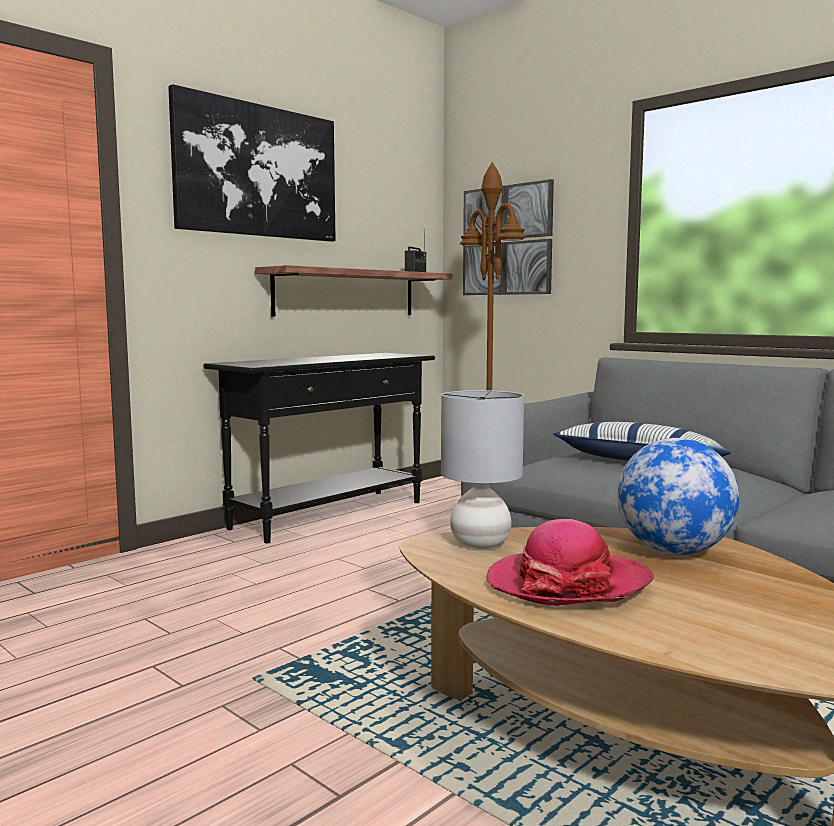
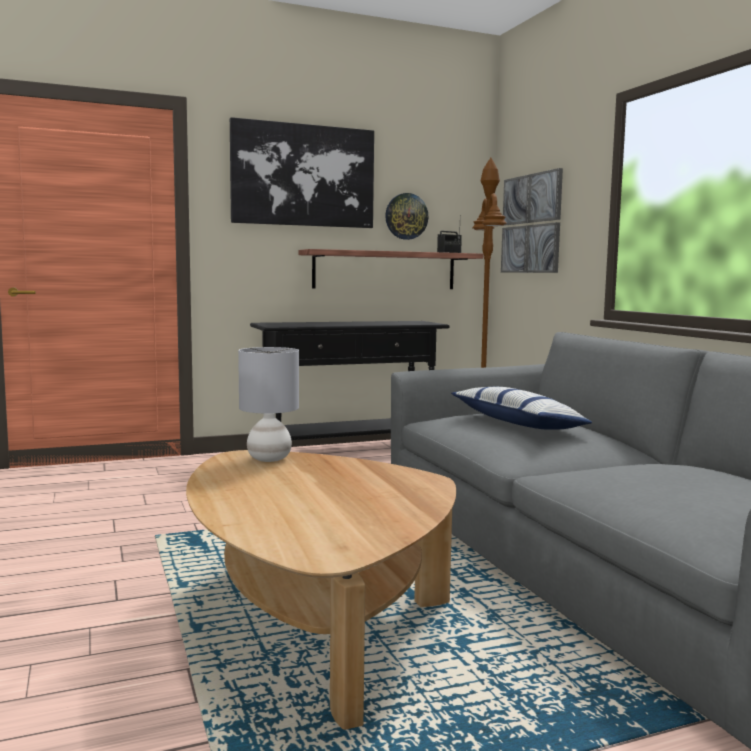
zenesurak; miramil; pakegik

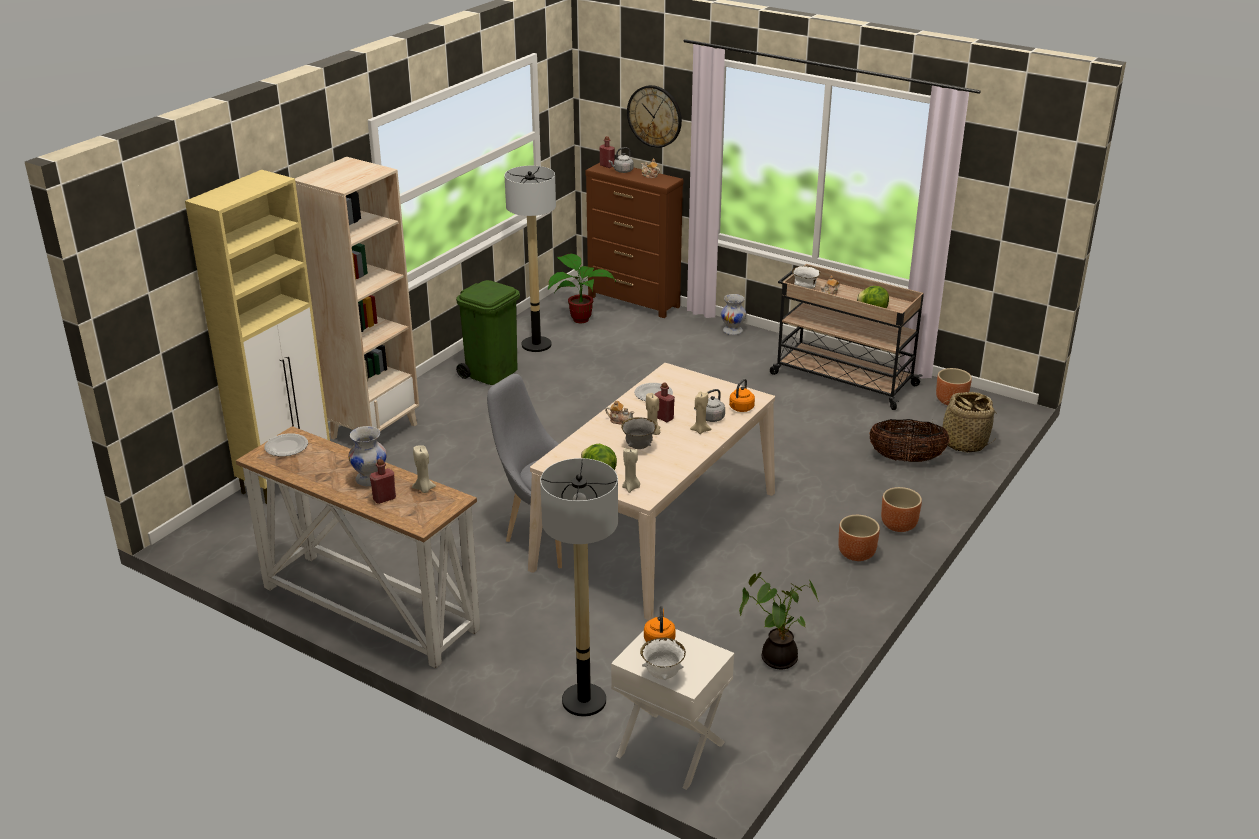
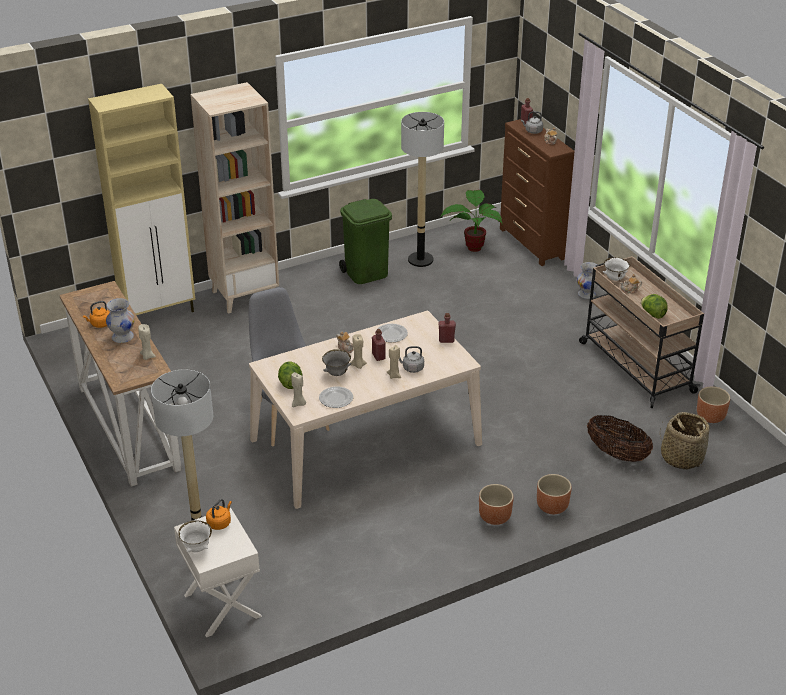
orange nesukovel (1st from left); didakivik (1st from left); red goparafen (2nd from left); zenesurak; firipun (2nd from left in the first image)

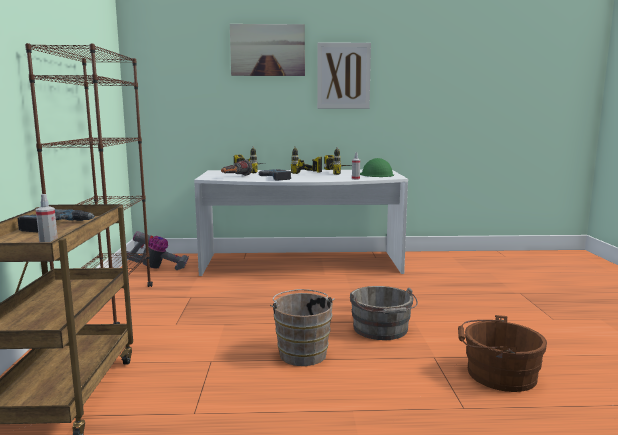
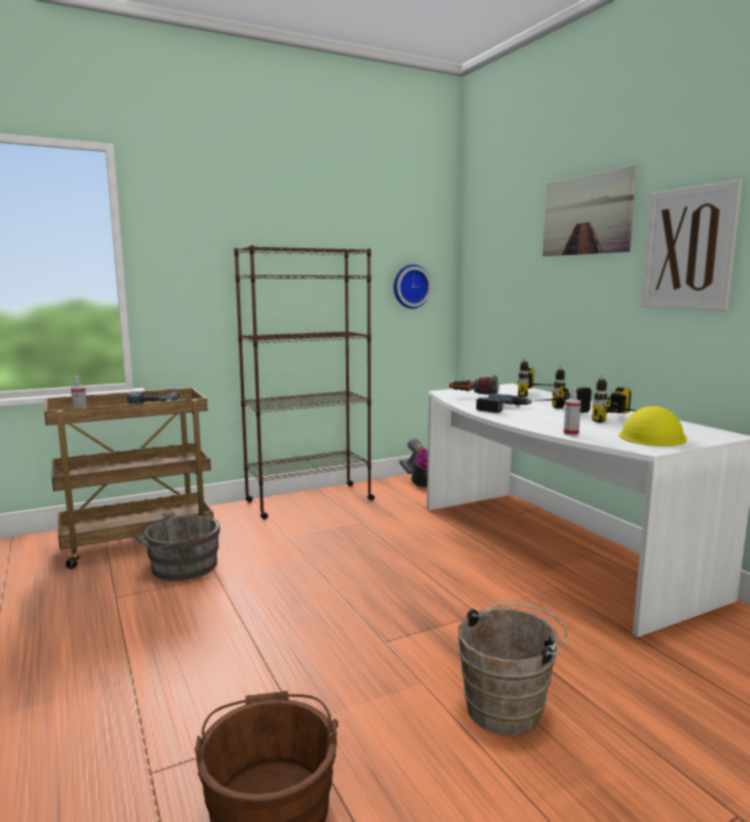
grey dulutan; zenesurak; brown dulutan (2nd from left); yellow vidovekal

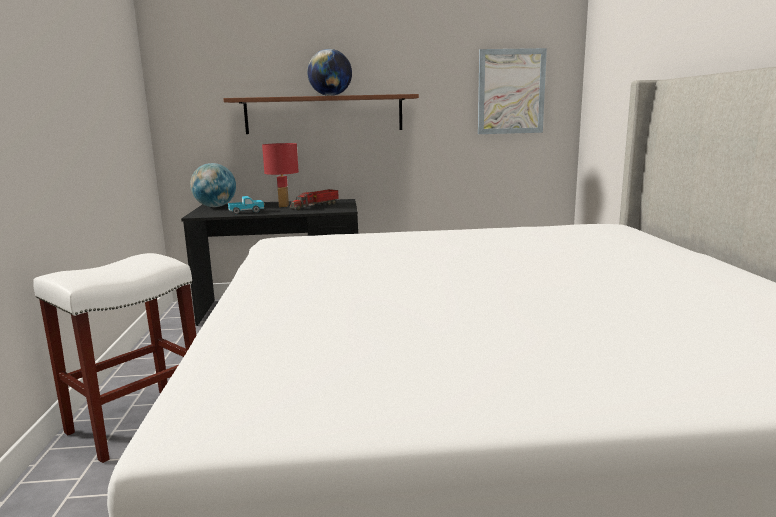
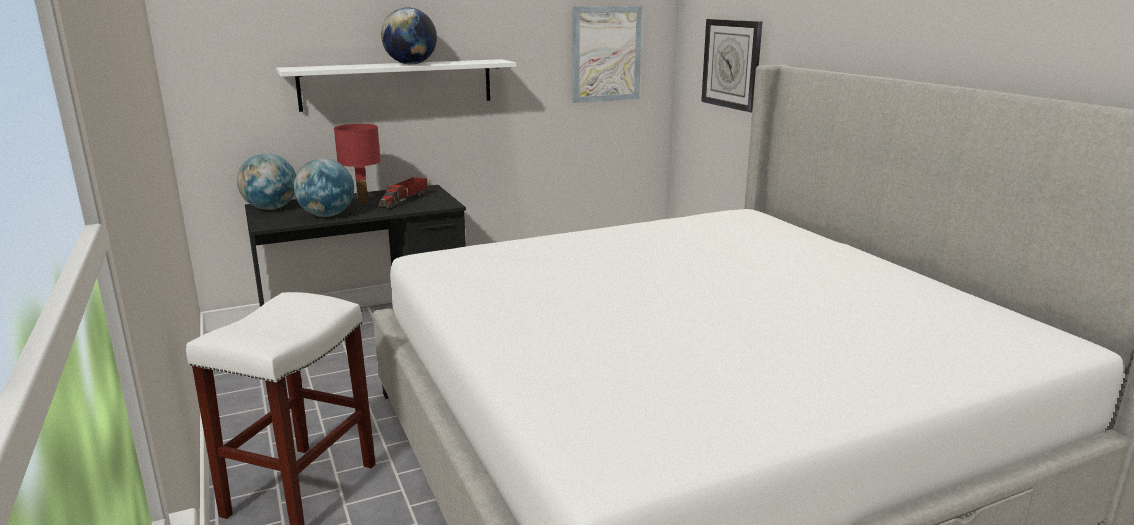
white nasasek; pakegik (2nd from left); zenesurak

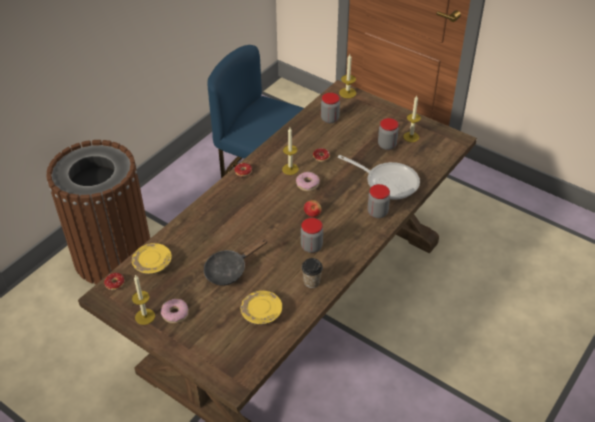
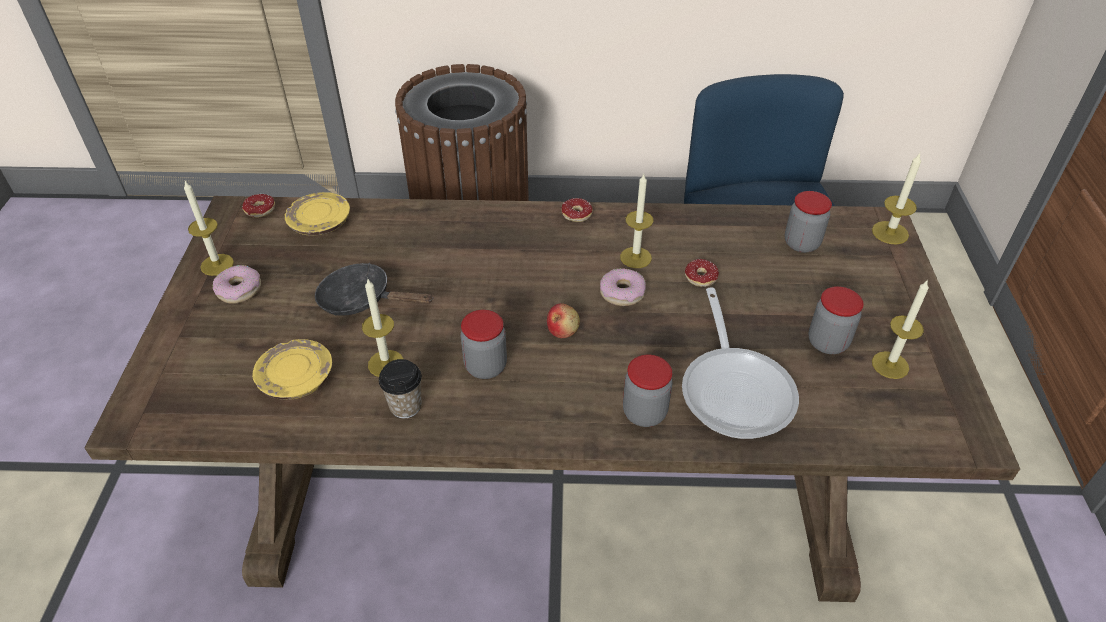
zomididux (2nd from left)

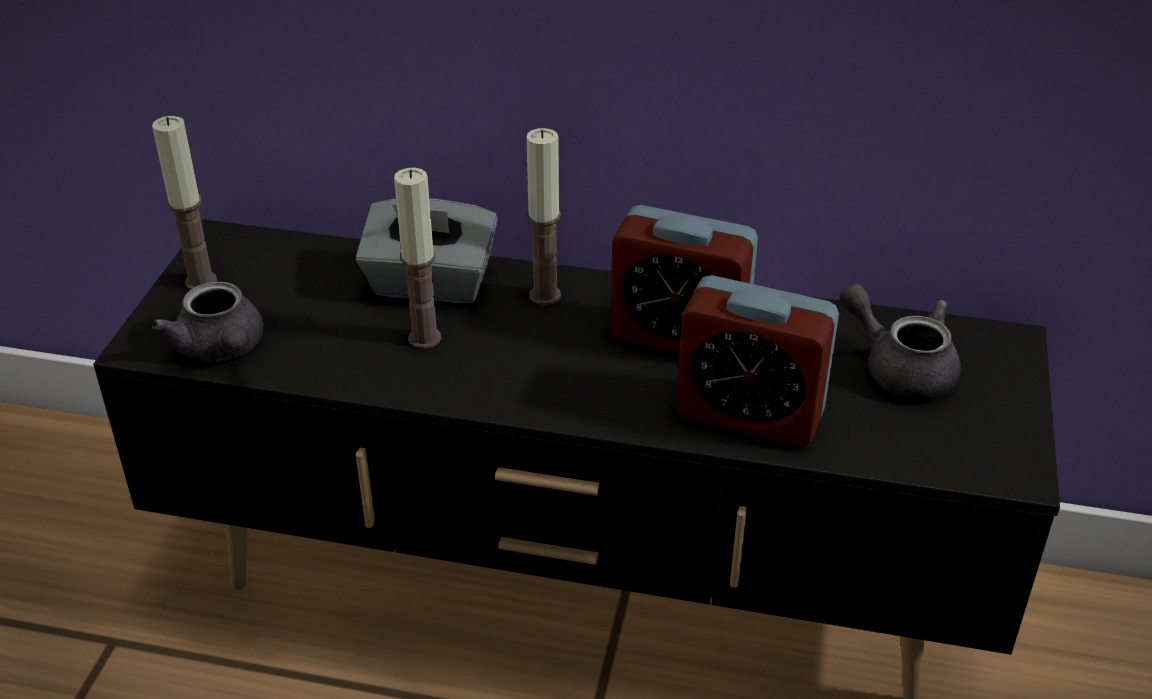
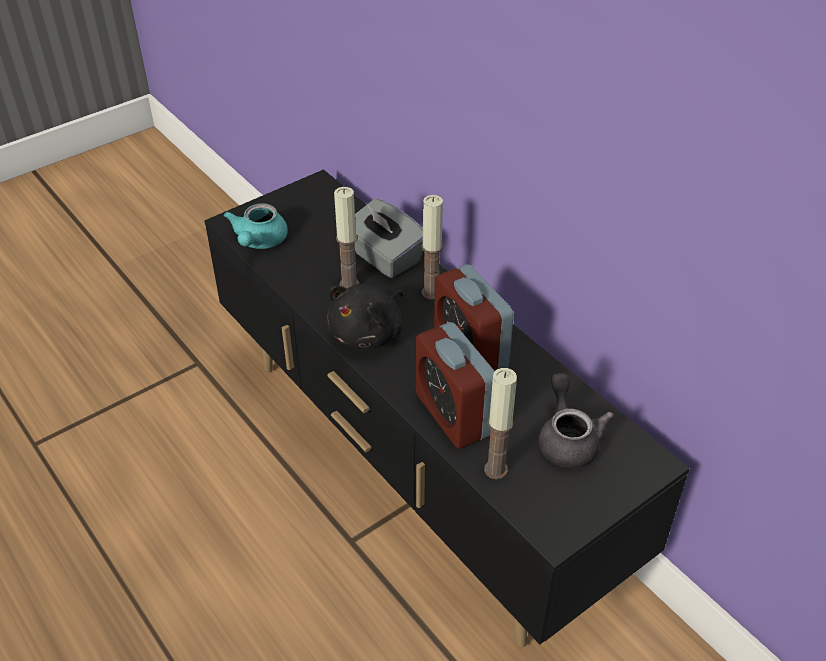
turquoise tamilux; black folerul; zomididux (3rd from left)

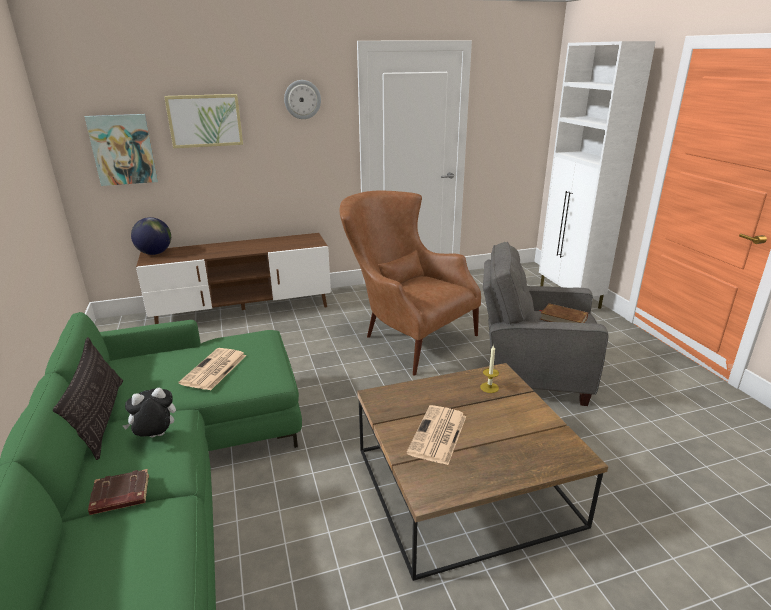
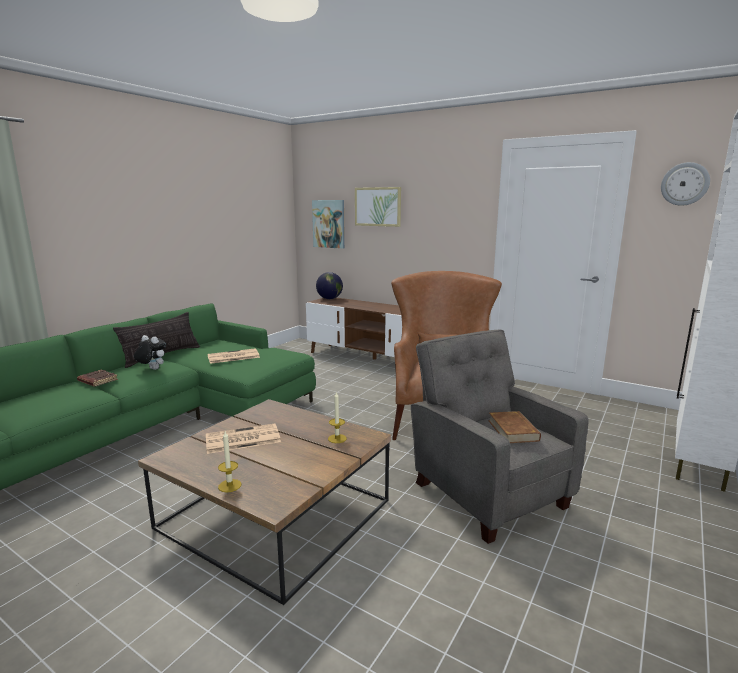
zomididux (1st from left); zenesurak

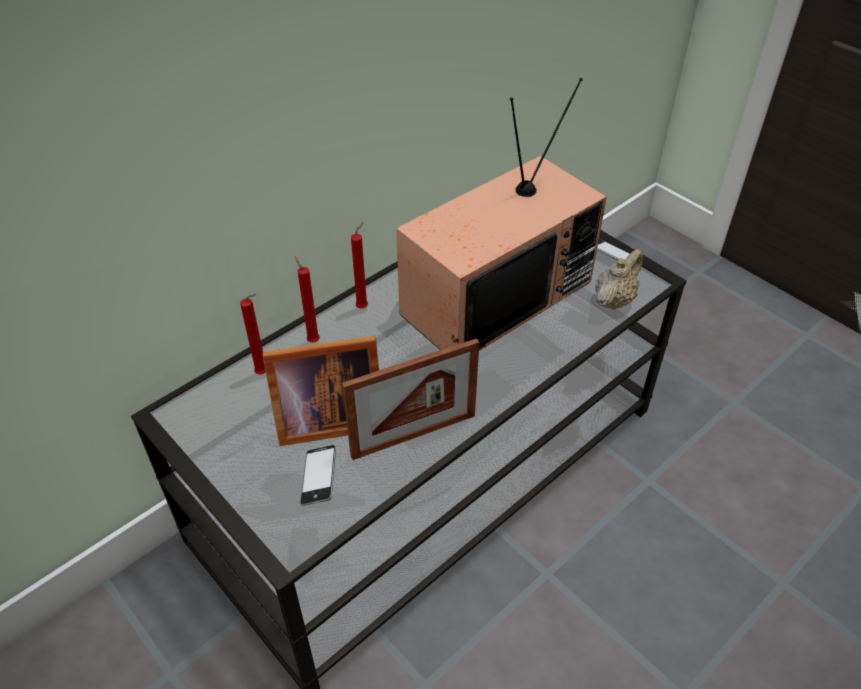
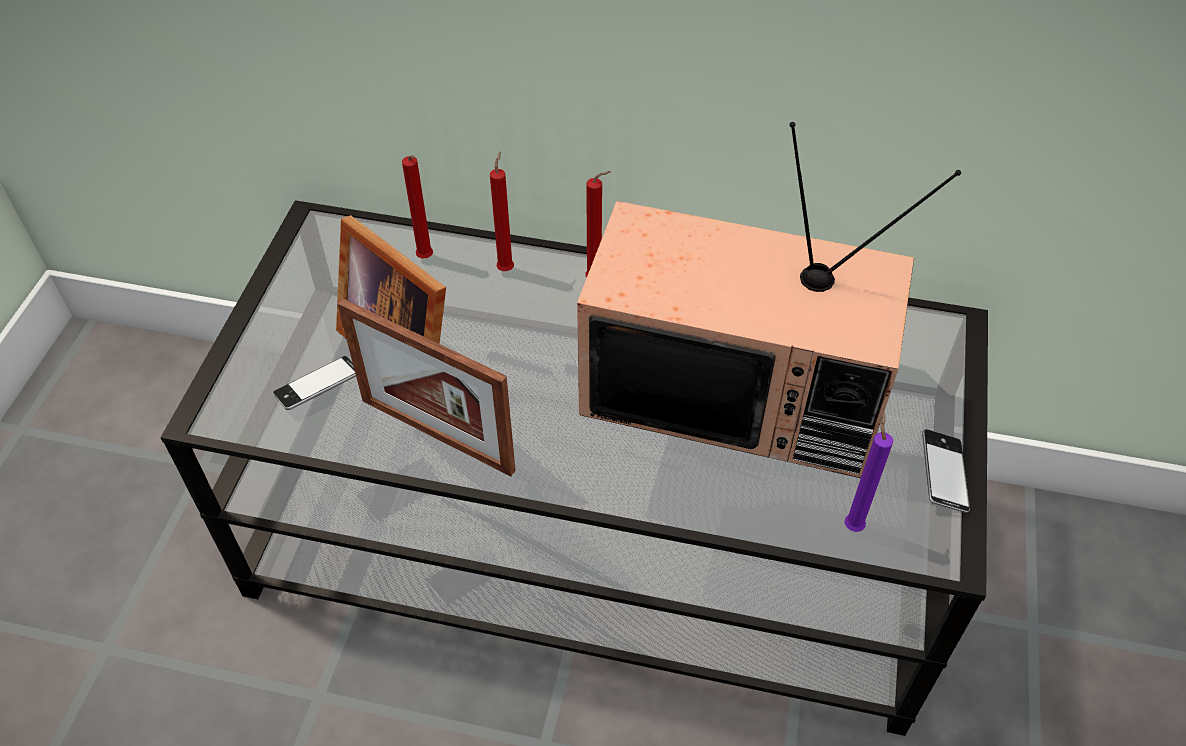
purple zomididux

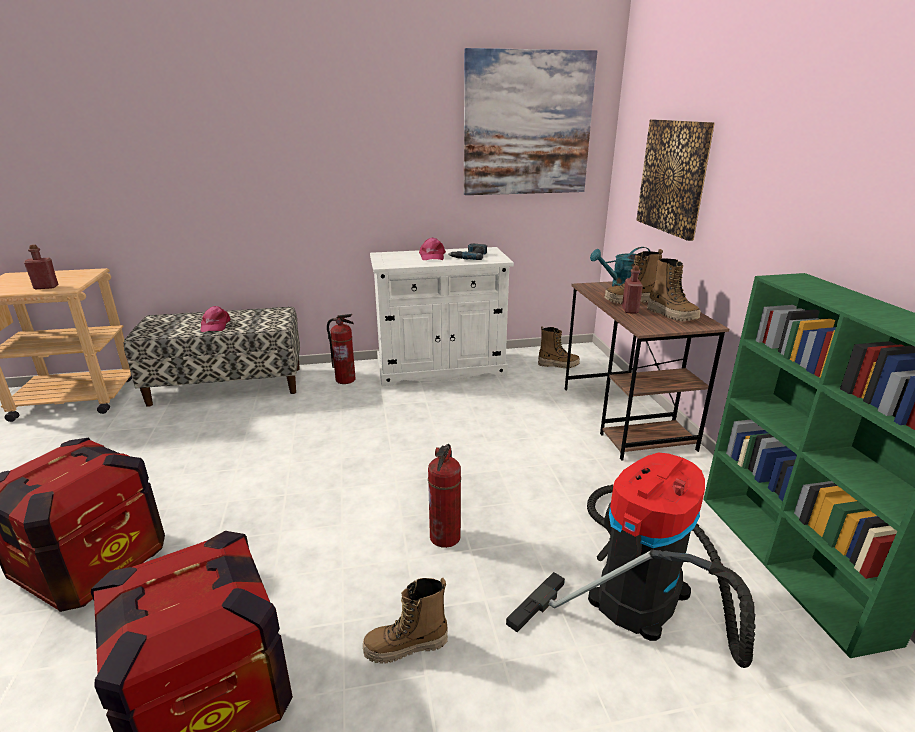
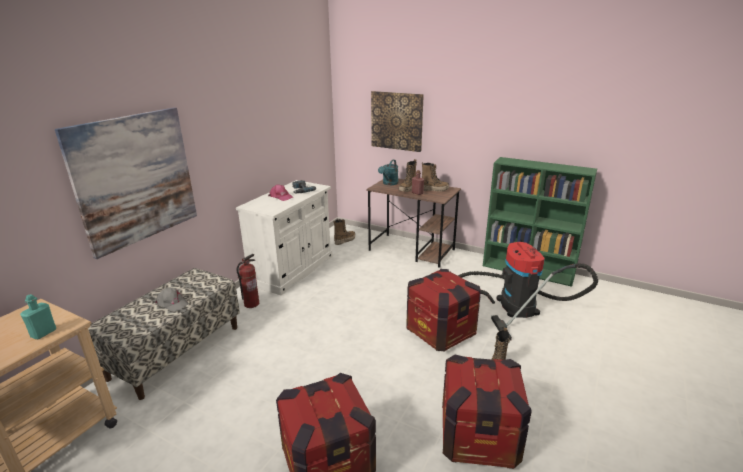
turquoise goparafen; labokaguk (1st from left); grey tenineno; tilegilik (2nd from left)

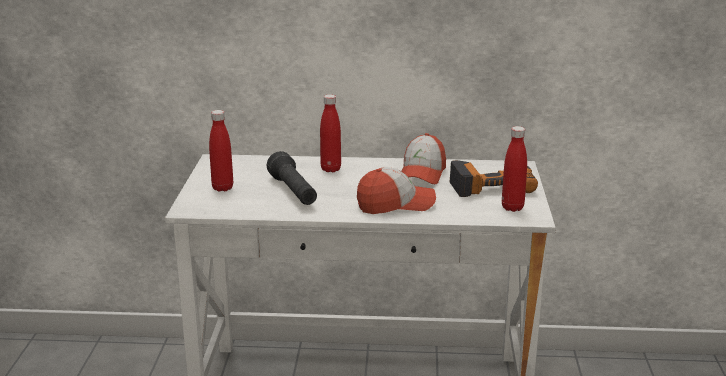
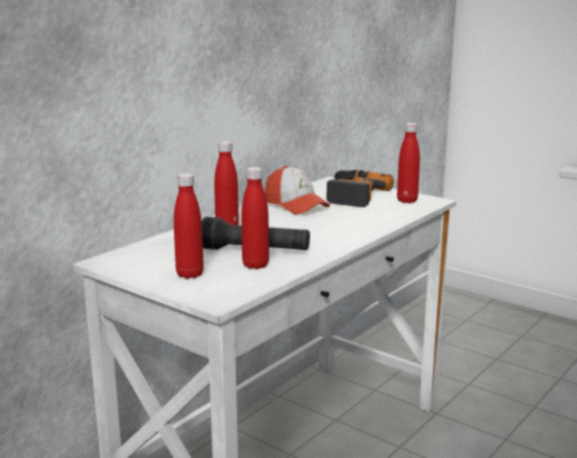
red goparafen (3rd from left); tenineno (1st from left in the first image)

